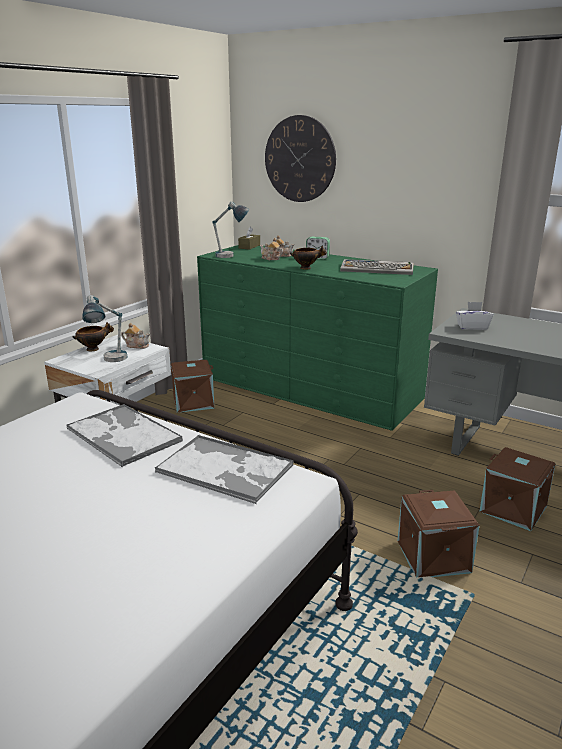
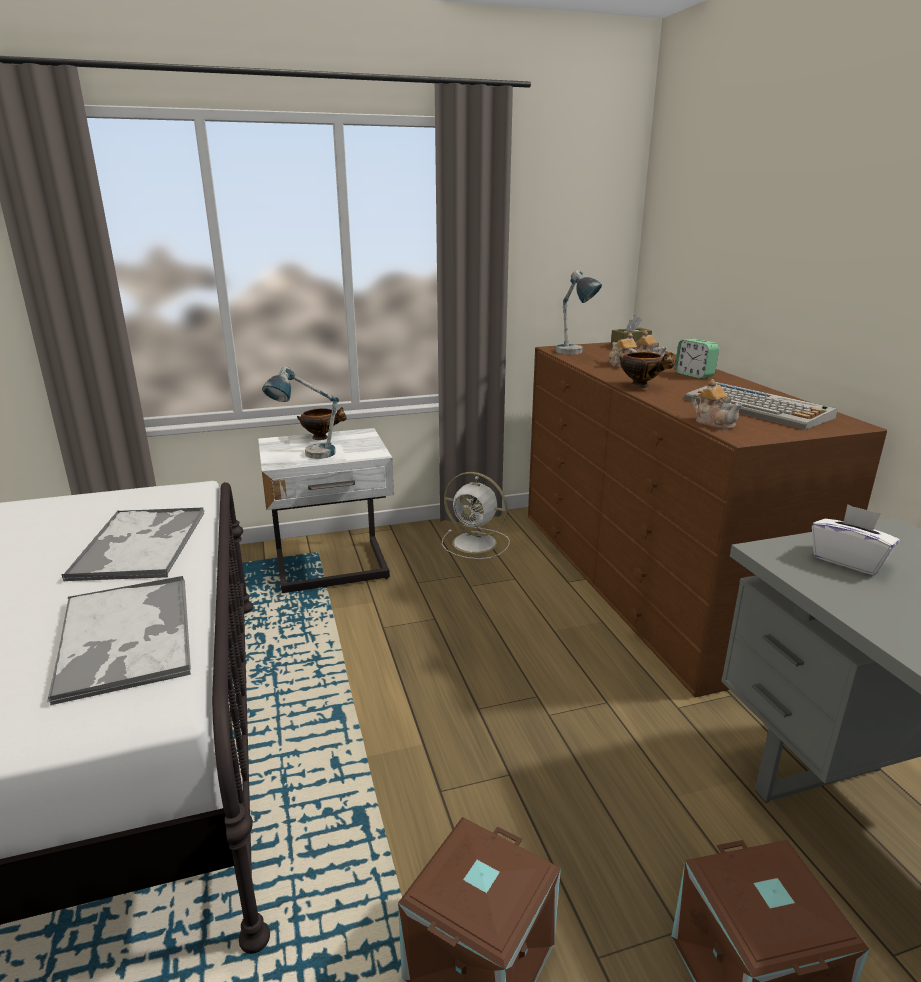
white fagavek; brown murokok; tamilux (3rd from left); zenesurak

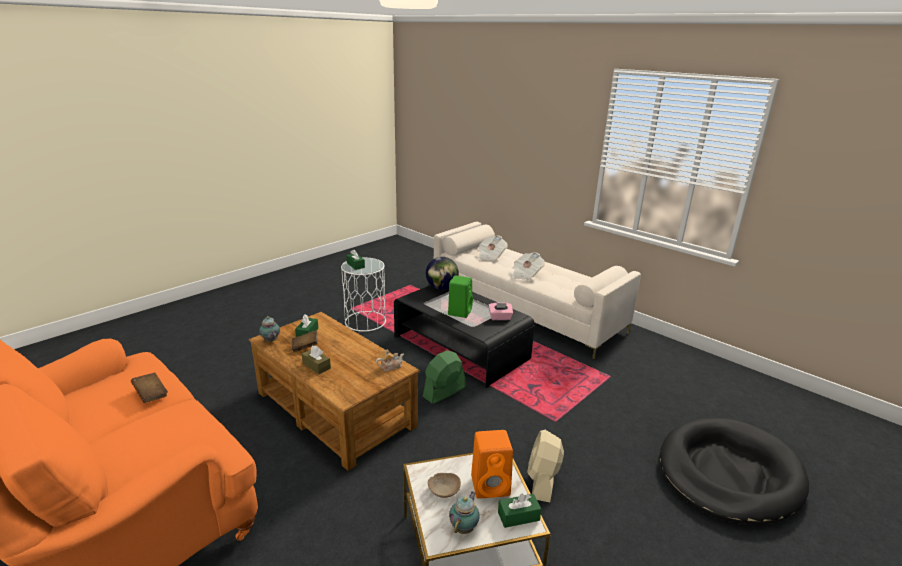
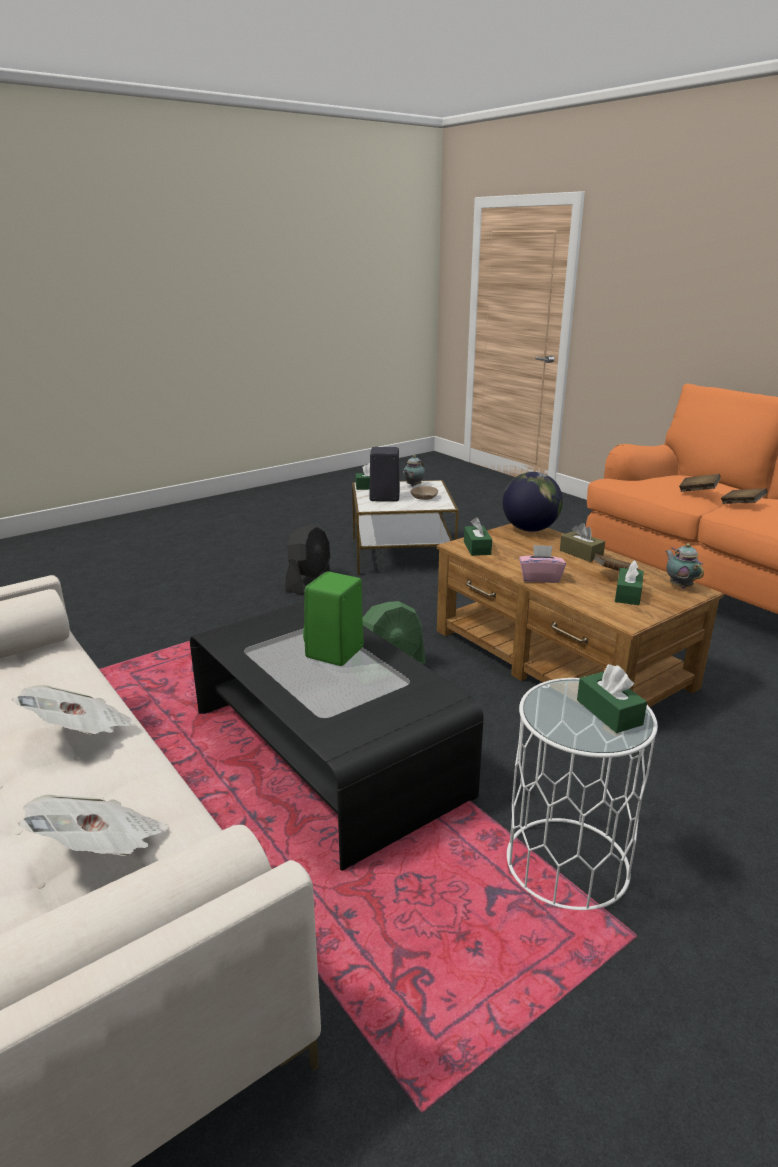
black fagavek; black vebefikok; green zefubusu (2nd from left); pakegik; pink zefubusu; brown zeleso (2nd from left); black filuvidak

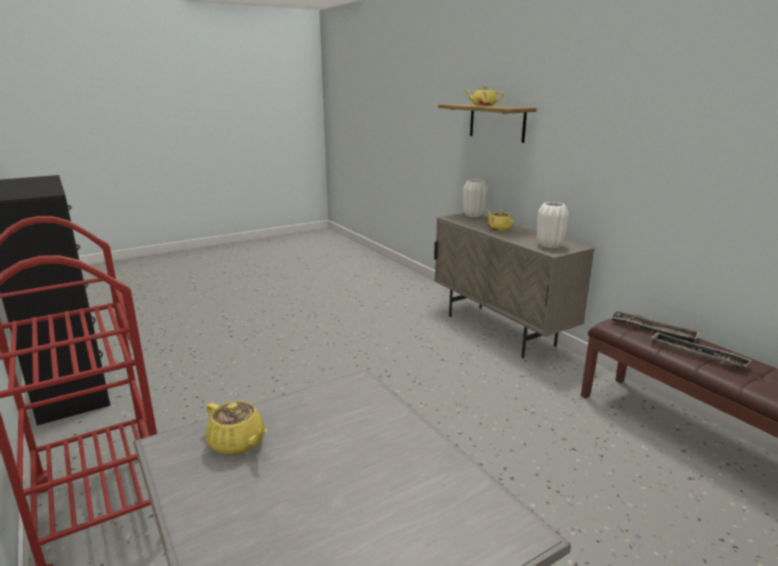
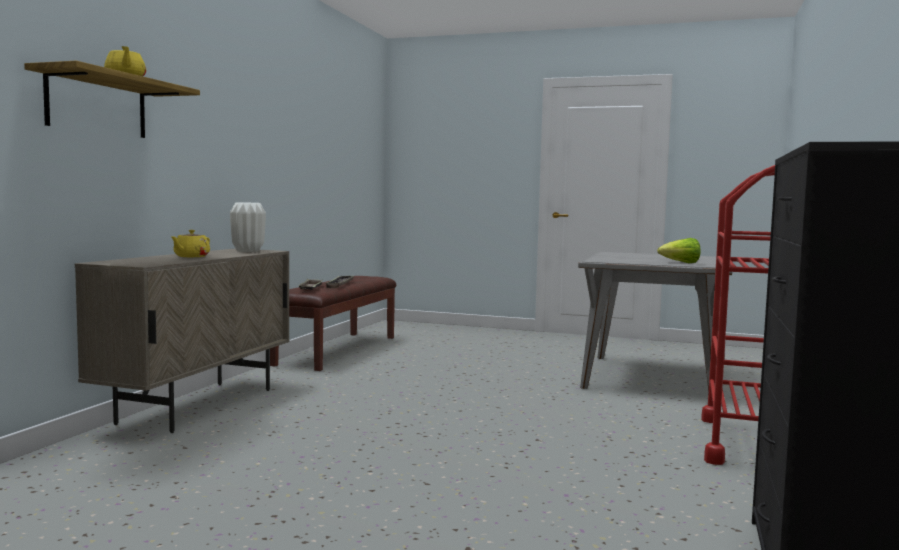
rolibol; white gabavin (1st from left in the first image)

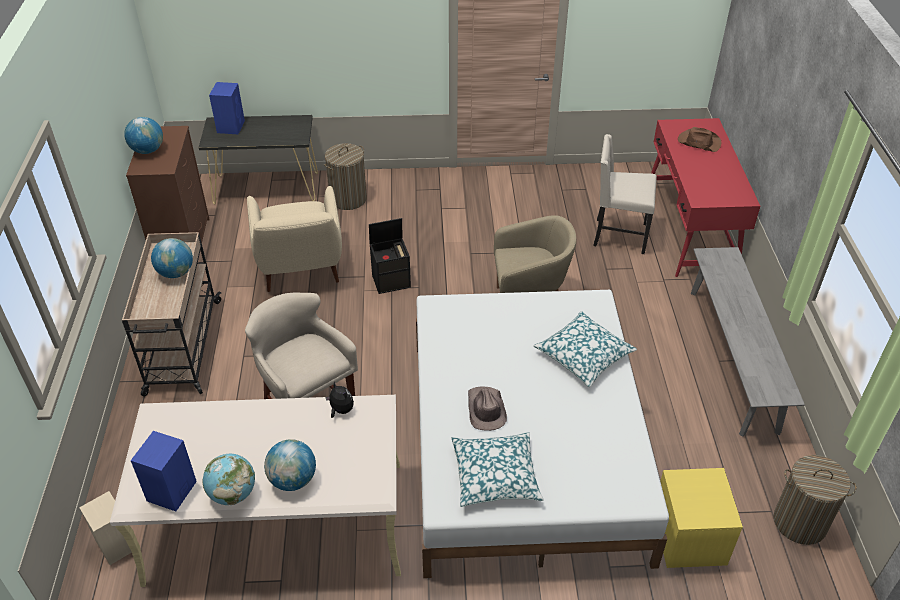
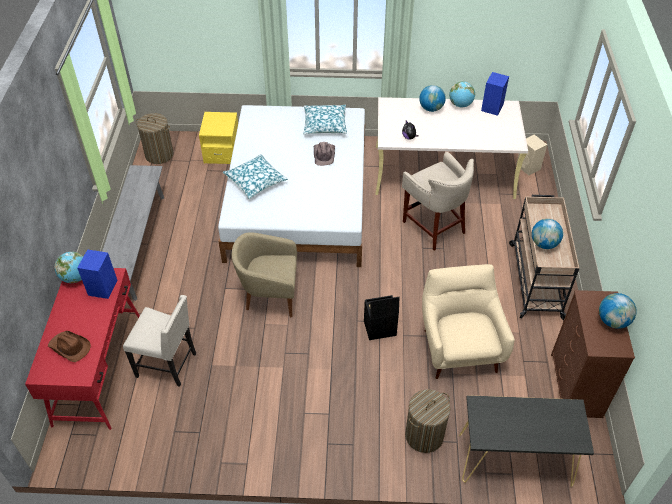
pakegik (1st from left); blue vebefikok (1st from left)

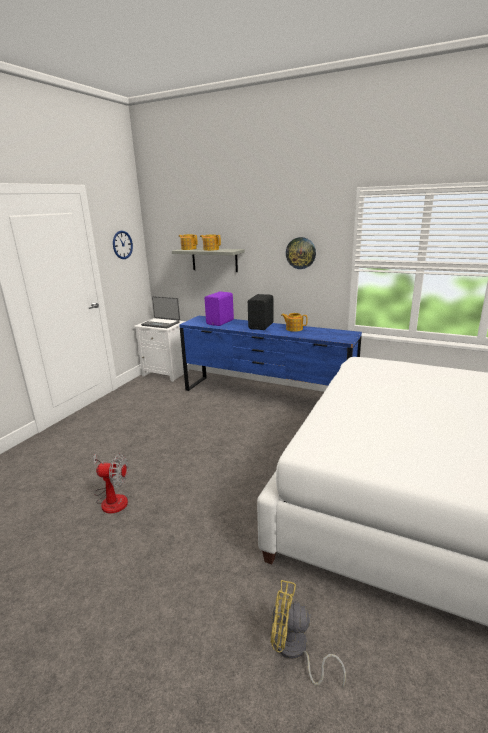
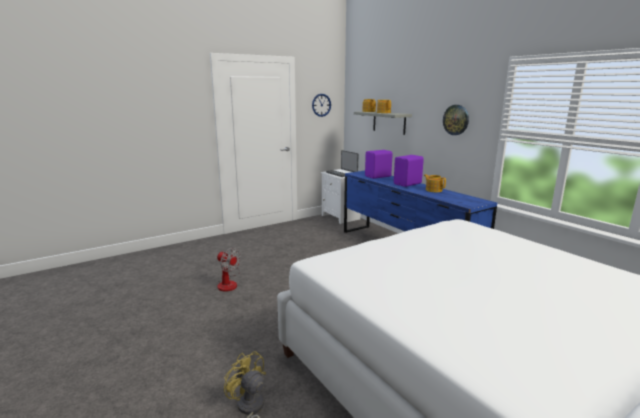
purple vebefikok (2nd from left)

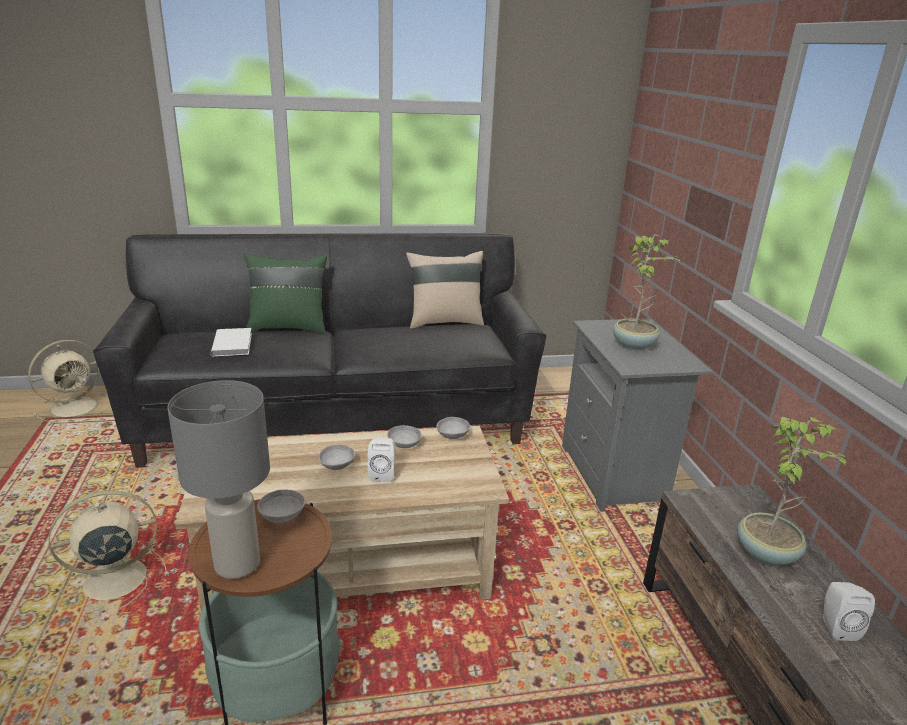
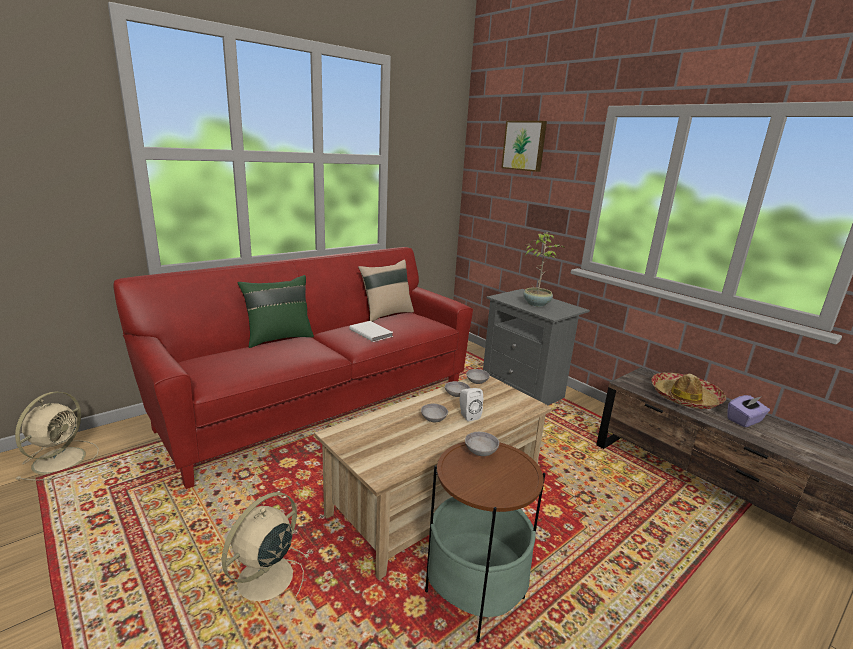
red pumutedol; white zeleso; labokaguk; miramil; purple zefubusu; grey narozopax

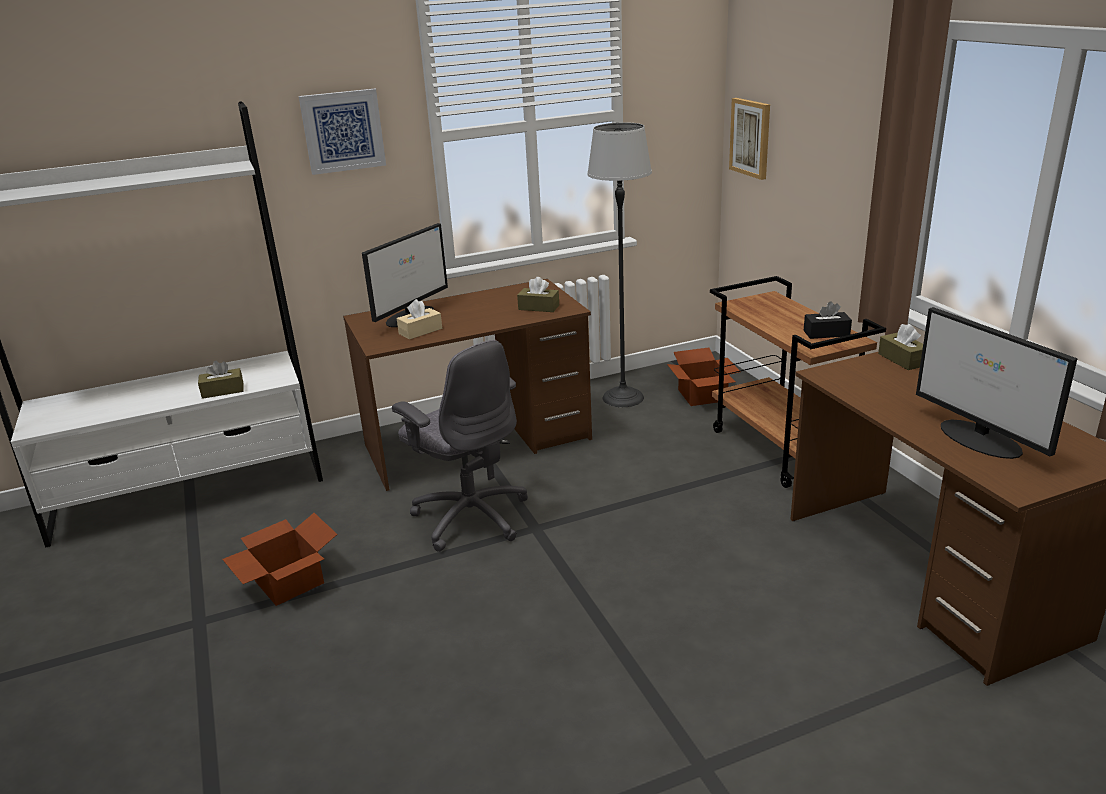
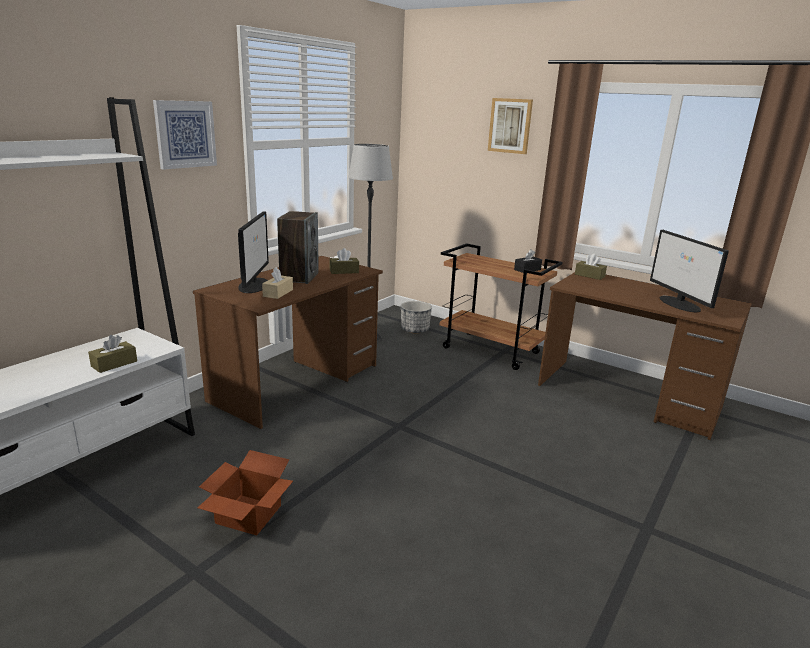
vebefikok; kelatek; labokaguk (2nd from left); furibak (2nd from left); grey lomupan

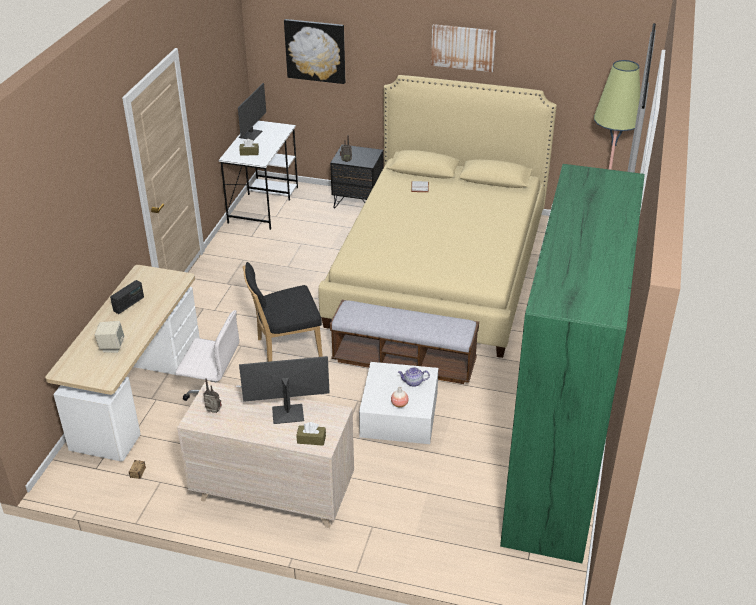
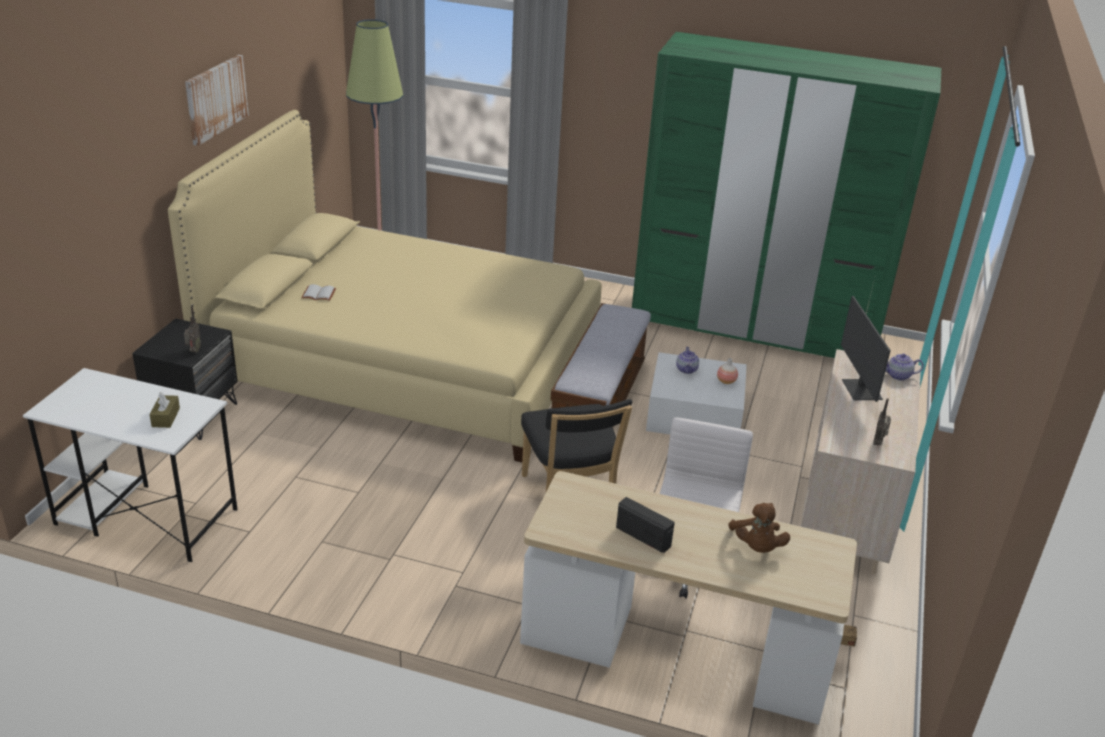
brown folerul; tamilux (2nd from left); furibak (1st from left in the first image); labokaguk (1st from left in the first image)

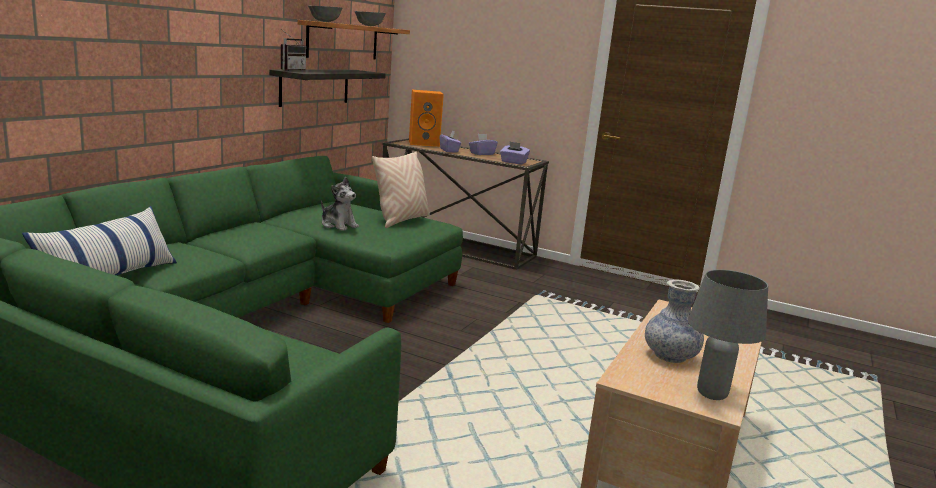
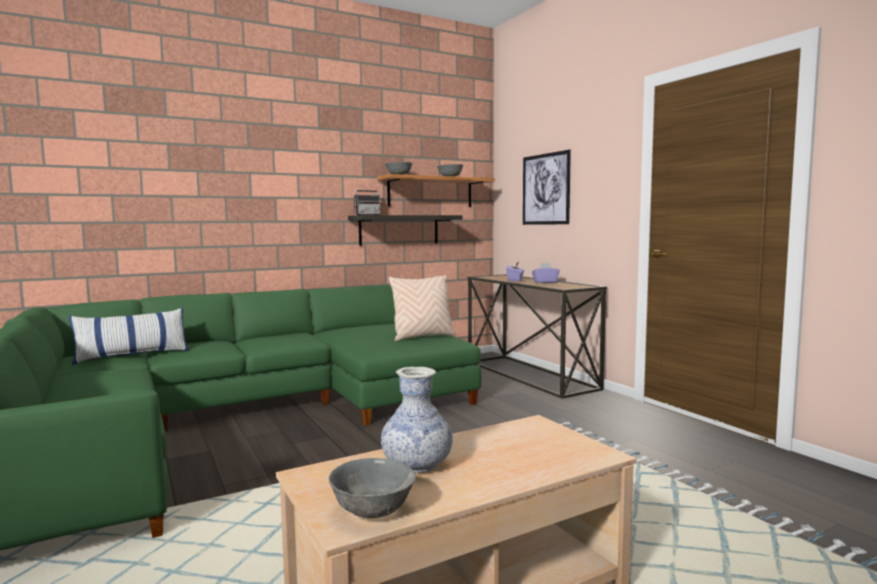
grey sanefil (1st from left); labokaguk; folerul; orange vebefikok; purple zefubusu (3rd from left in the first image)

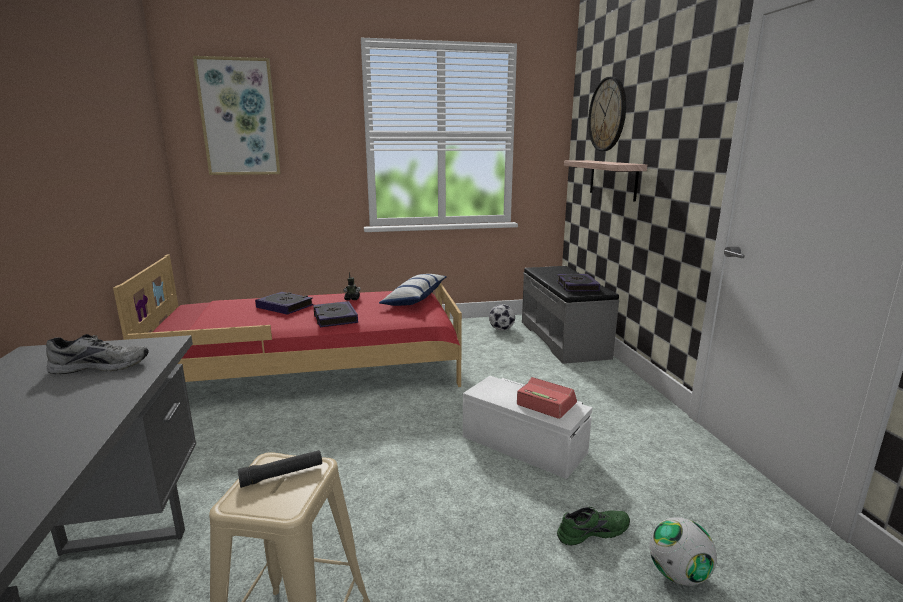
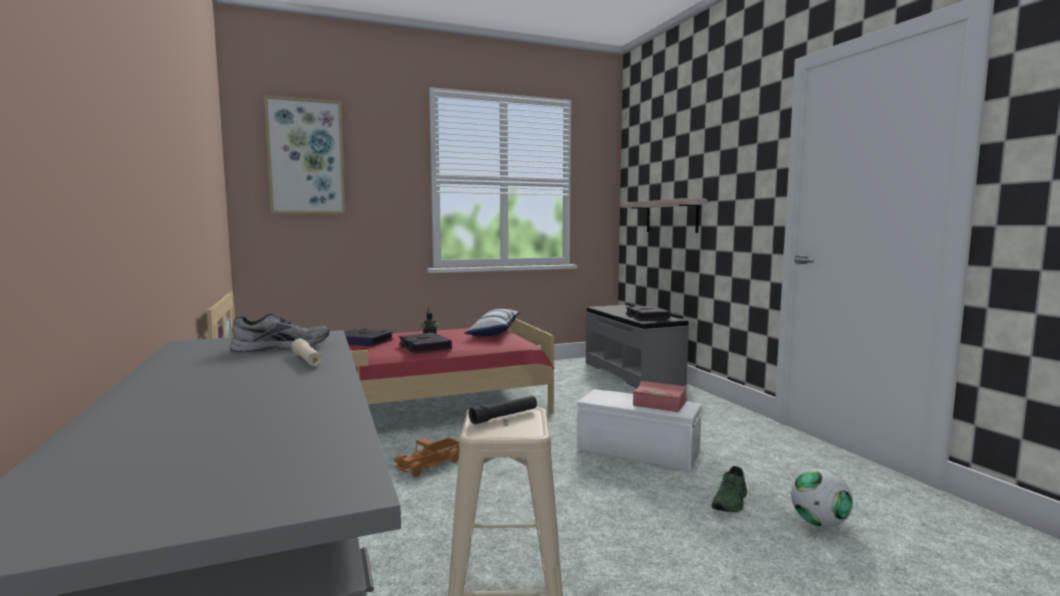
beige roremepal; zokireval; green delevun; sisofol (1st from left in the first image); zenesurak

